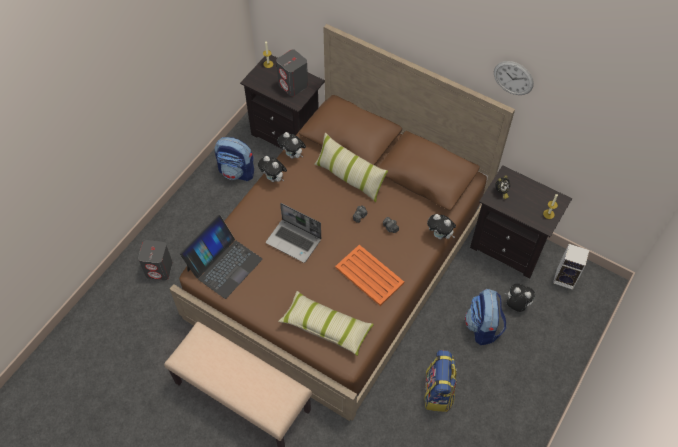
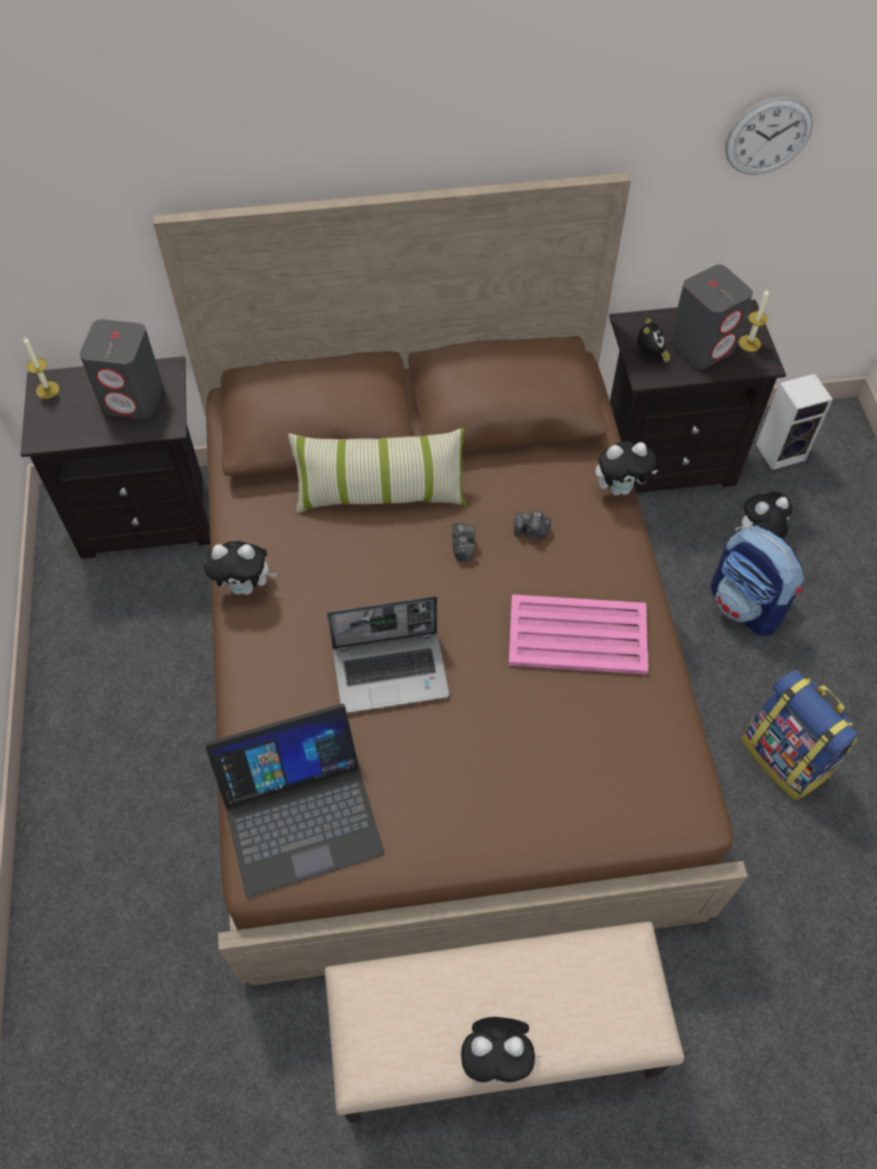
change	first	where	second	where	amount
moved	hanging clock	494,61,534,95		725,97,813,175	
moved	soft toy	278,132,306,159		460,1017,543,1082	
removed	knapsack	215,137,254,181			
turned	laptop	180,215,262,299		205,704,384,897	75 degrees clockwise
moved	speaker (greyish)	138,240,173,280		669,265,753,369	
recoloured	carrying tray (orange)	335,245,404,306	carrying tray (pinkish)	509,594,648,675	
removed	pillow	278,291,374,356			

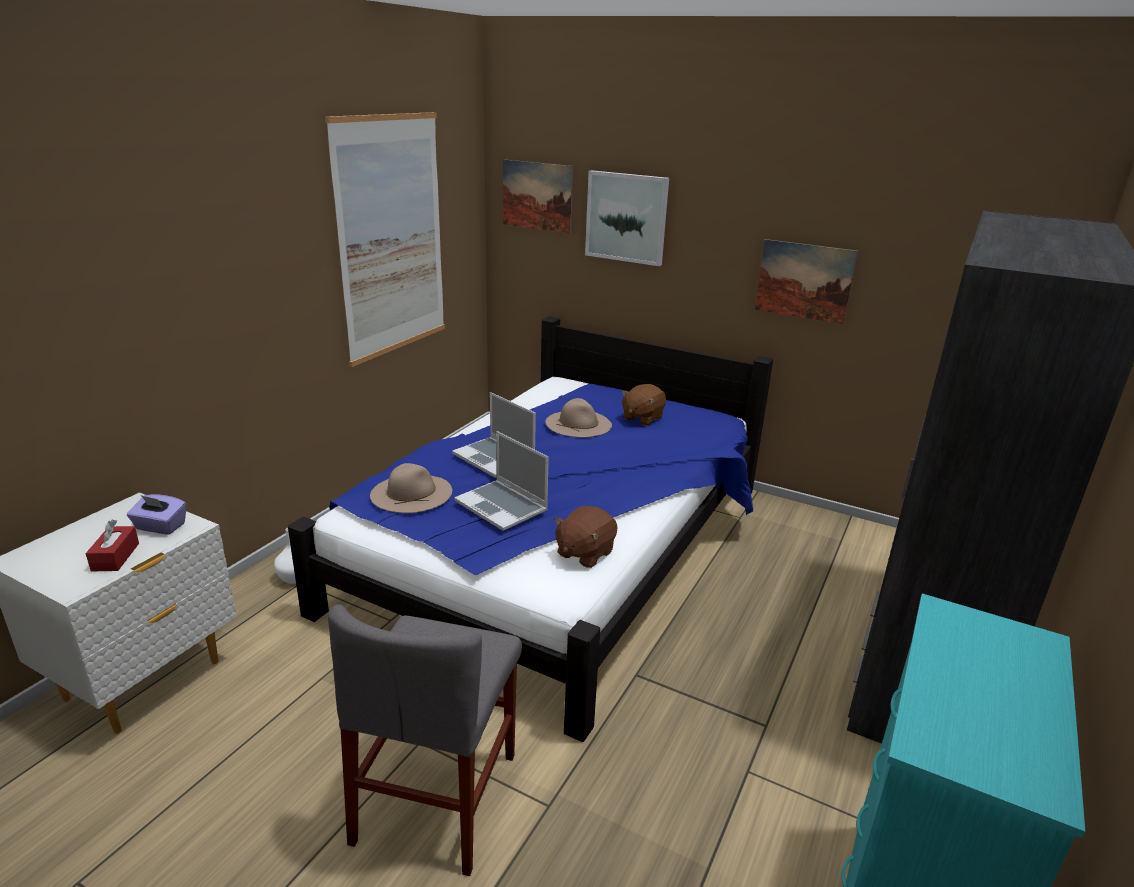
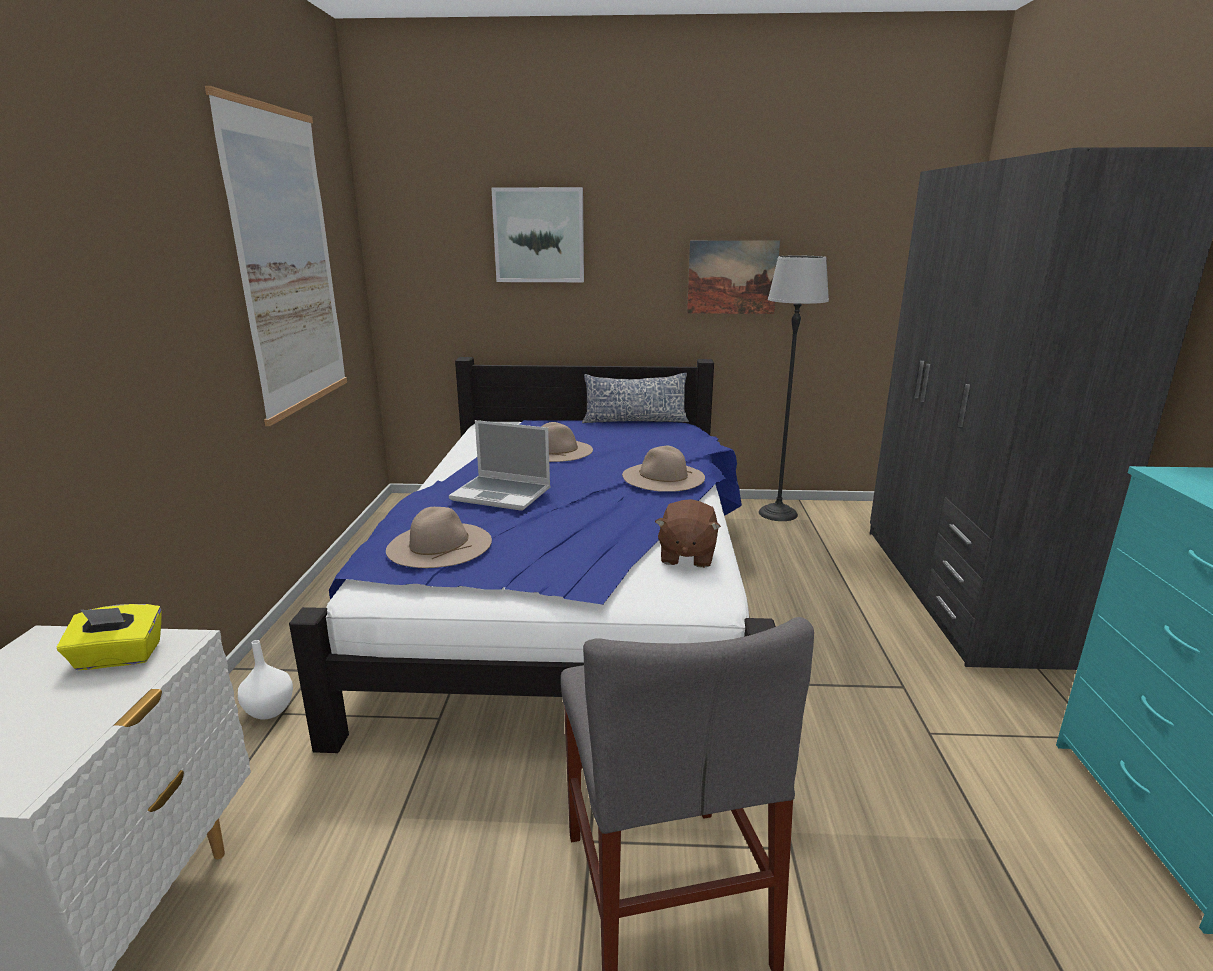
change	first	where	second	where	amount
removed	picture	503,159,573,233			
removed	soft toy (brown-coloured)	621,384,666,426			
removed	laptop	454,431,549,531			
recoloured	tissue box (purple-coloured)	127,494,186,535	tissue box (yellow)	57,604,162,670	
removed	tissue box (reddish)	85,520,139,572			
added			standing lamp	758,256,829,521	
added			pillow	582,373,689,423	
added			clothing hat (beige-coloured)	622,446,705,492	

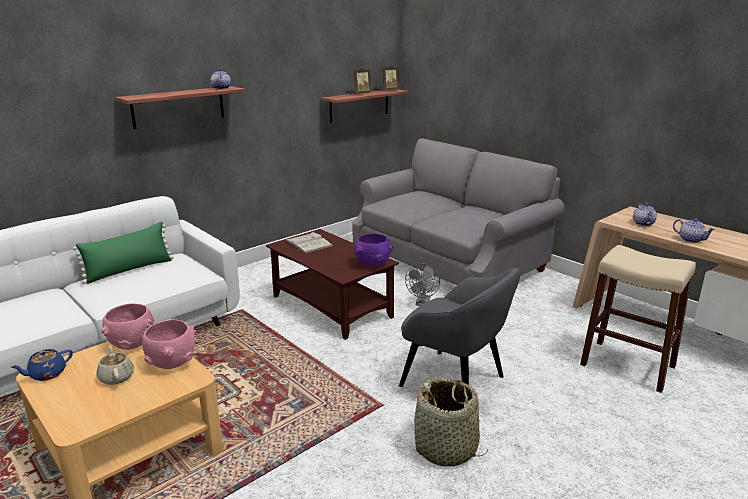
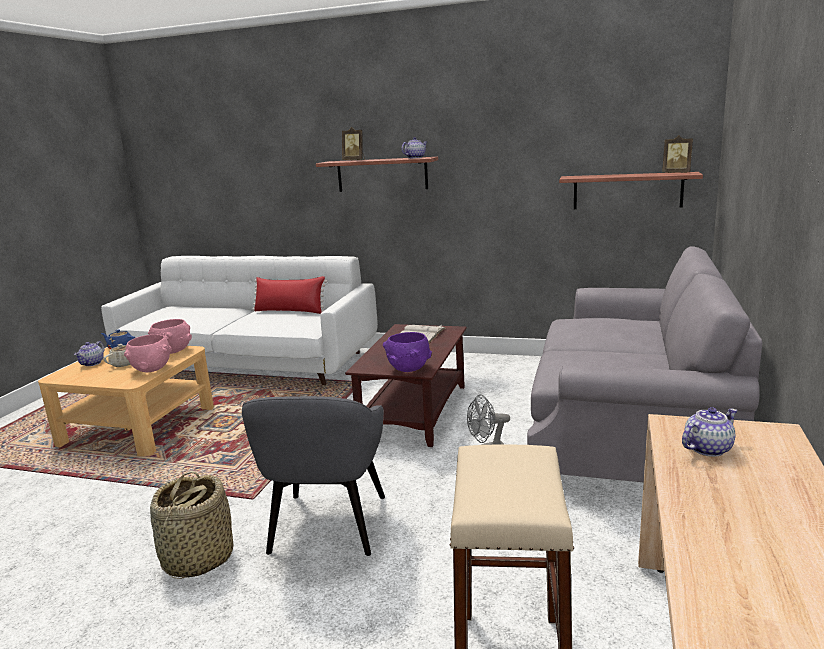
change	first	where	second	where	amount
moved	standing frame	353,67,372,94		342,127,365,160	
moved	pot for tea	673,219,715,243		74,341,105,366	
recoloured	pillow (green-coloured)	73,222,174,284	pillow (reddish)	252,276,327,314	

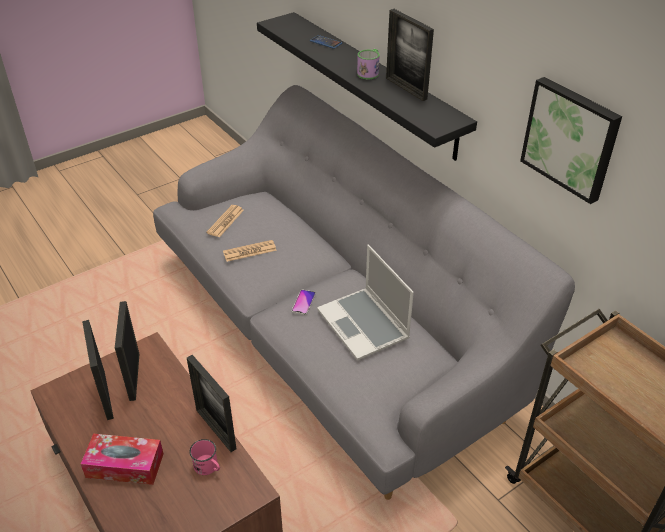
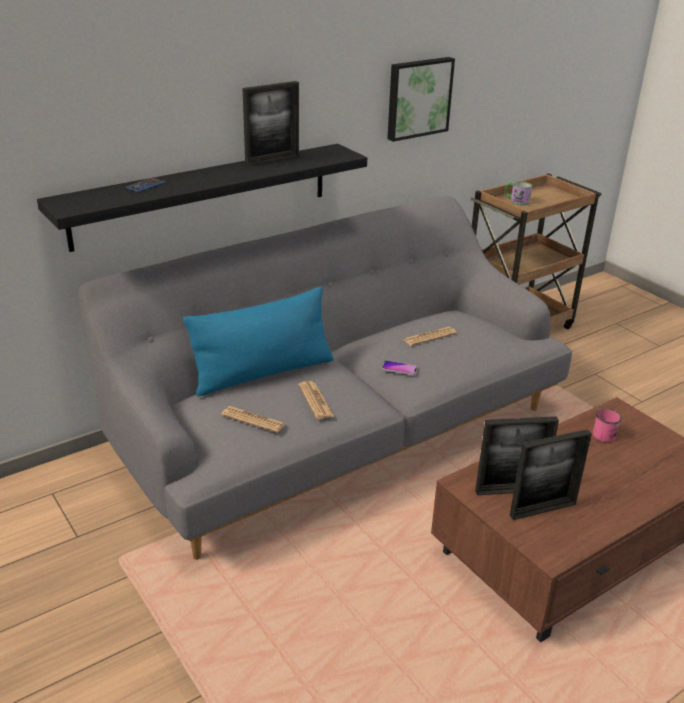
change	first	where	second	where	amount
moved	coffee mug	357,49,380,79		505,181,532,205	
replaced	laptop	317,245,414,361	newspaper	403,327,457,346	
removed	standing frame	187,355,236,452			
removed	tissue box	81,433,164,485			
added			pillow (blue-coloured)	183,286,333,396	

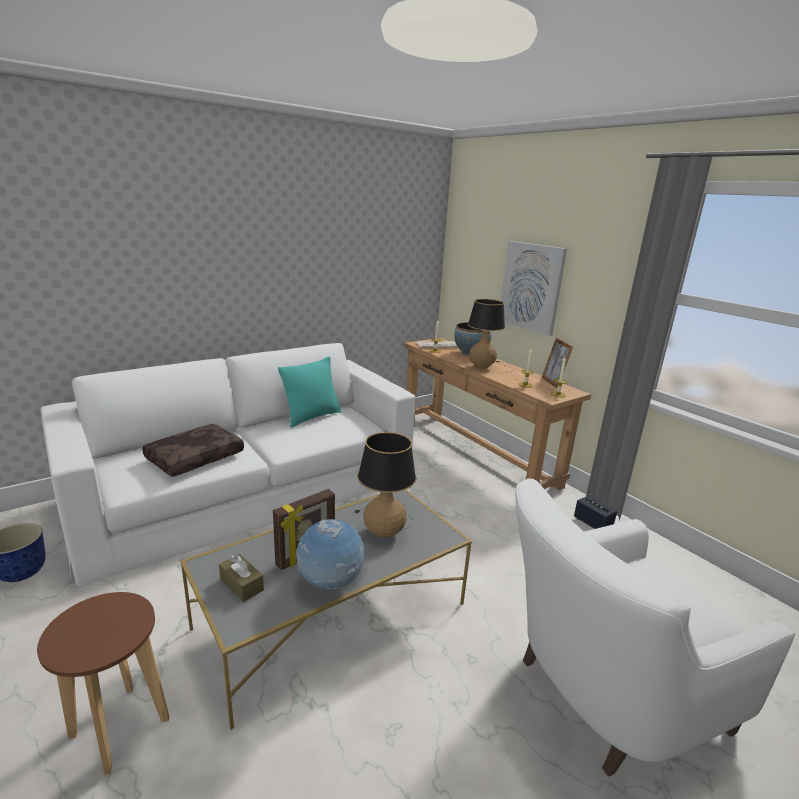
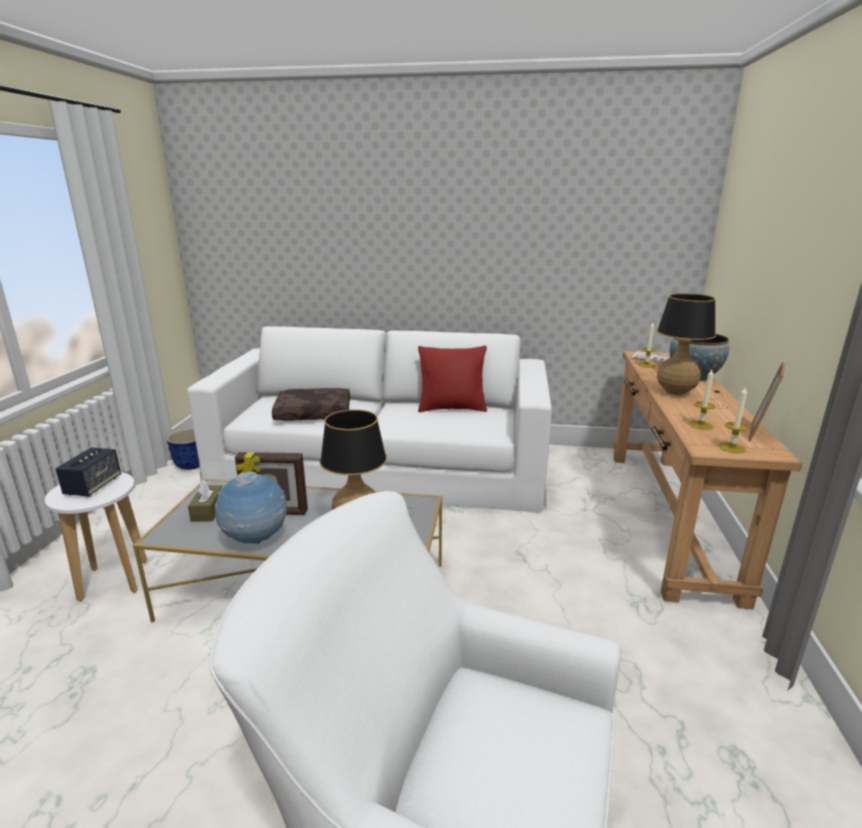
change	first	where	second	where	amount
removed	picture	501,241,567,336			
recoloured	pillow (turquoise)	278,356,342,428	pillow (reddish)	418,346,487,412	
moved	speaker	574,495,617,529		56,447,121,497	
recoloured	sitting stool (brown-coloured)	37,592,169,775	sitting stool (whitish)	45,472,147,601	

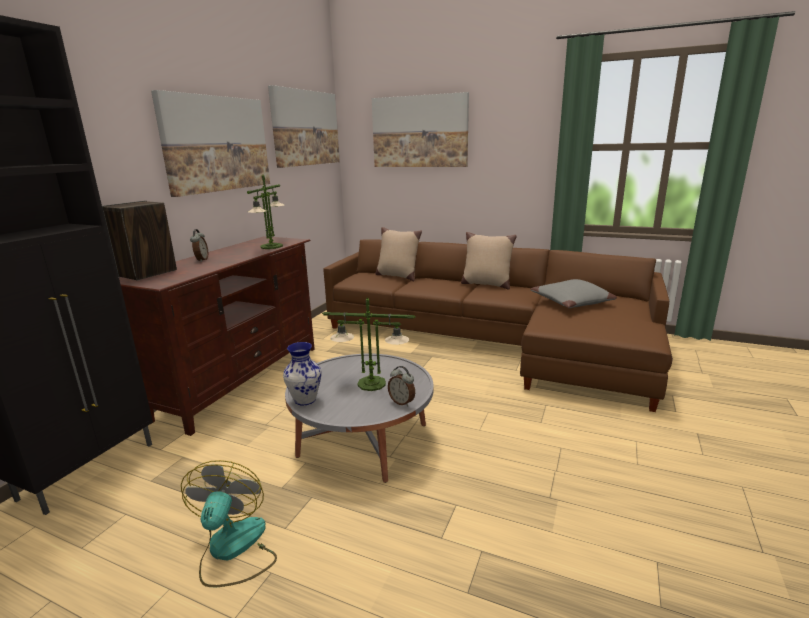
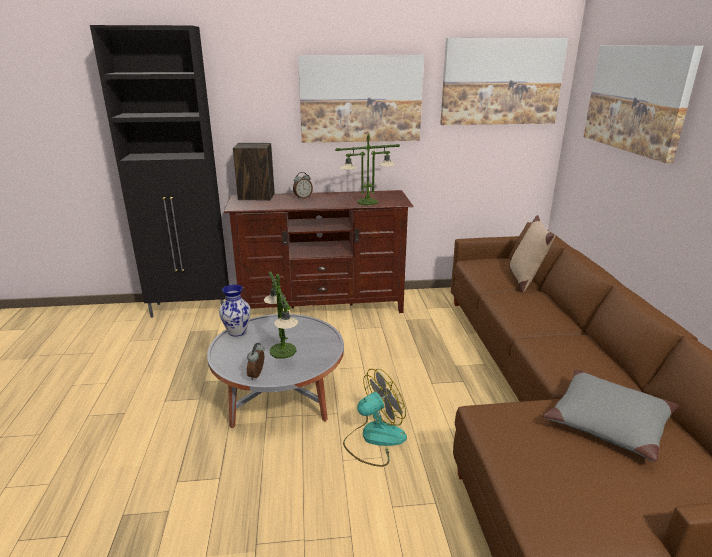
change	first	where	second	where	amount
removed	pillow (beige-coloured)	461,232,517,289			
moved	fan	181,460,277,587		343,369,407,467	

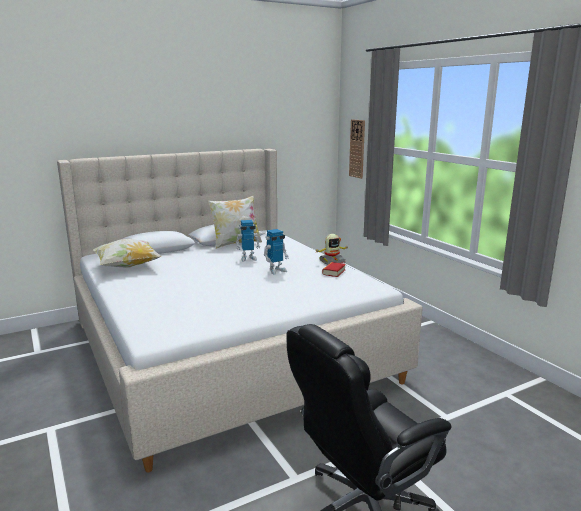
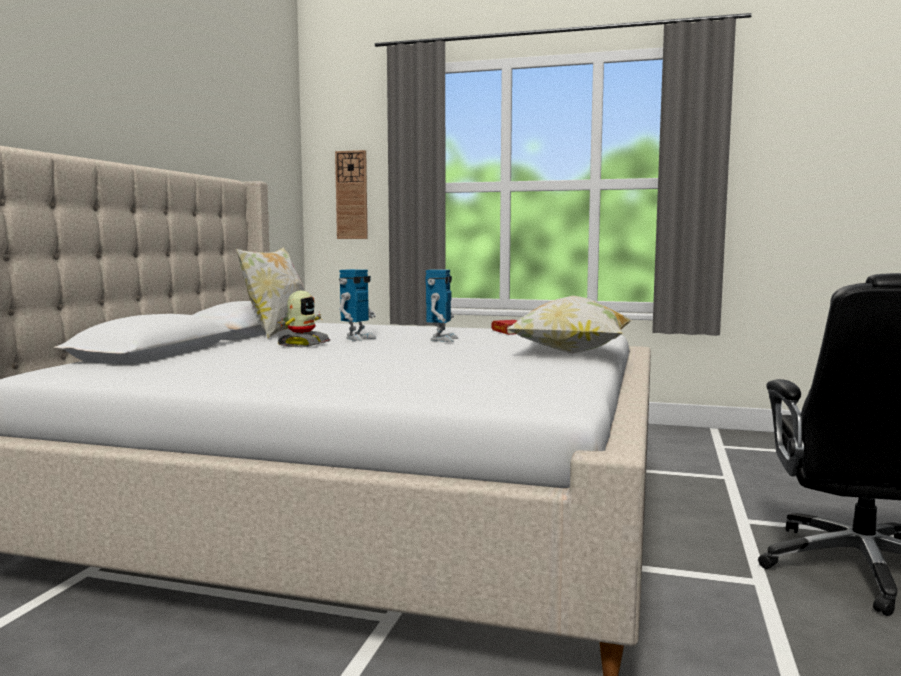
change	first	where	second	where	amount
moved	model robot	316,234,349,265		278,291,330,347	
moved	pillow	93,238,162,268		507,296,633,353	

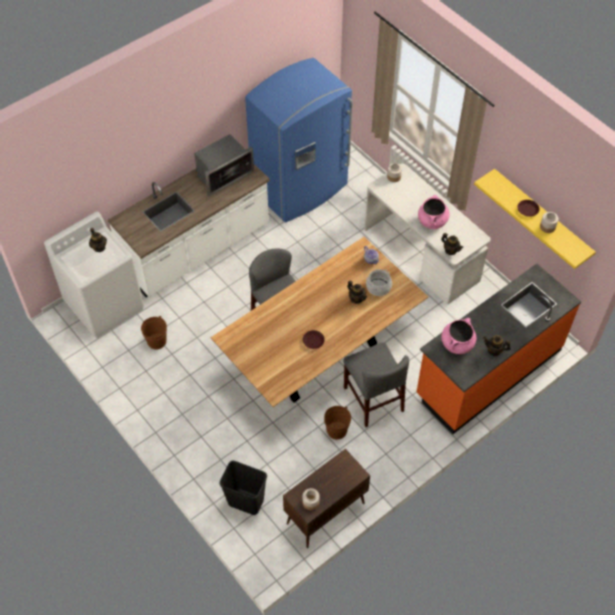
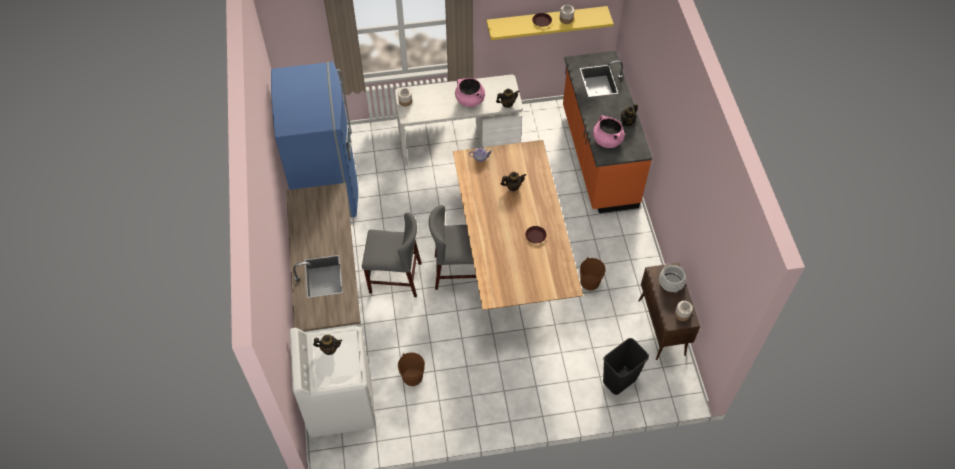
change	first	where	second	where	amount
removed	kitchen microwave	194,134,254,197			
moved	saucepot	366,269,392,296		659,264,686,292	
moved	upright chair (greyish)	343,342,409,427		362,212,421,297	

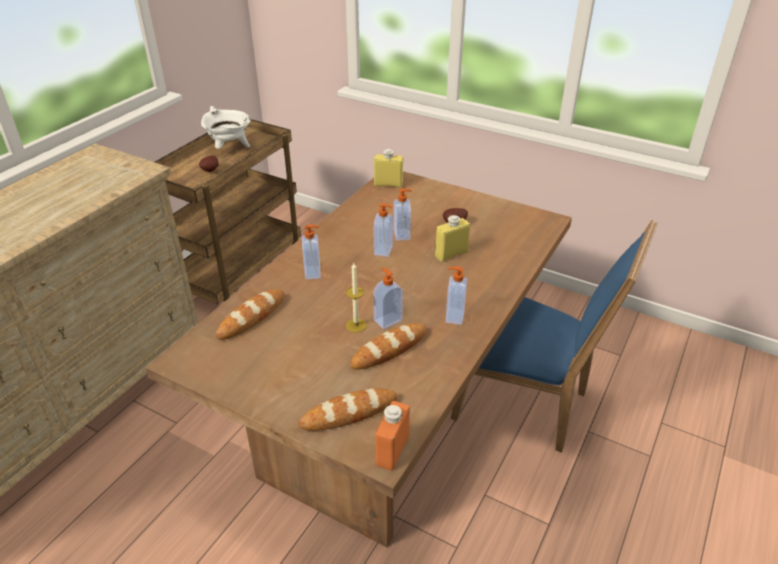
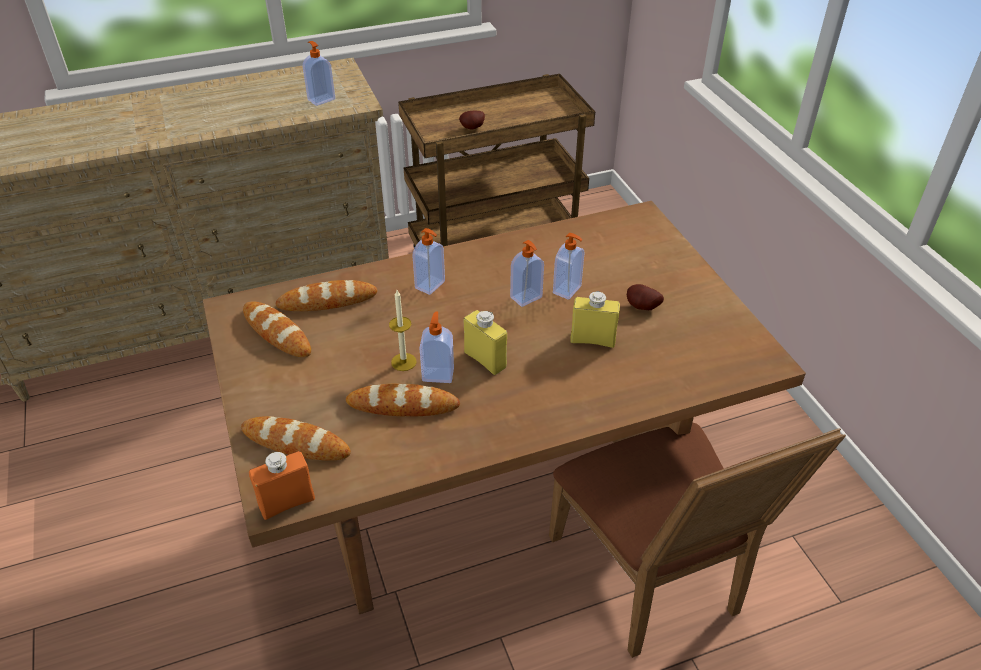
change	first	where	second	where	amount
removed	saucepot (whitish)	201,106,251,149			
moved	bottle (yellow)	374,149,403,188		464,310,507,375	
recoloured	upright chair (blue-coloured)	451,220,658,453	upright chair (brown-coloured)	549,423,846,658	
moved	liquid soap bottle	446,266,467,325		303,41,335,106	
added			baked bread	243,301,311,357	

